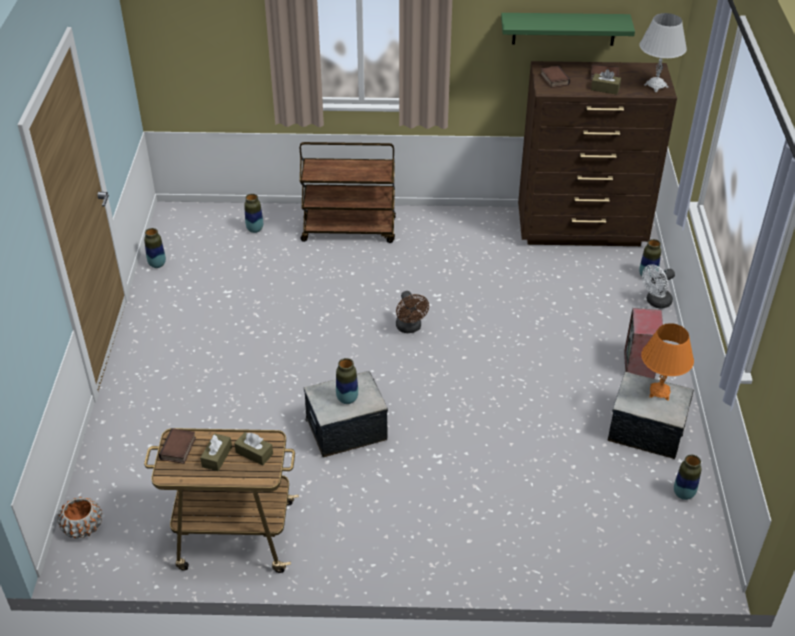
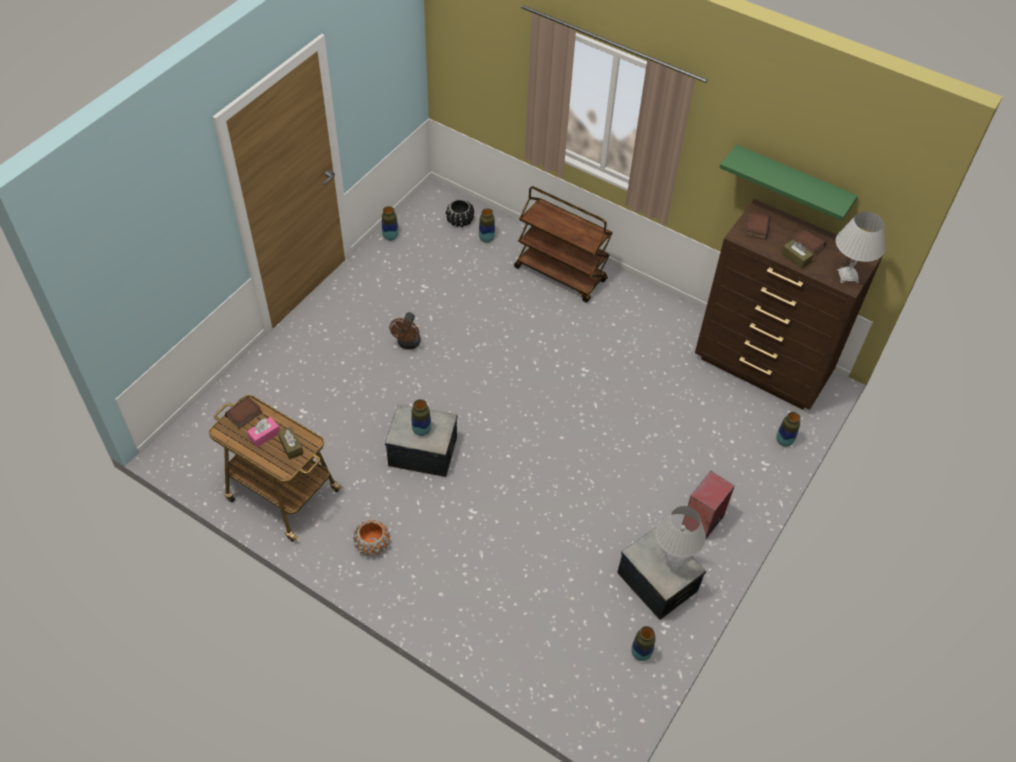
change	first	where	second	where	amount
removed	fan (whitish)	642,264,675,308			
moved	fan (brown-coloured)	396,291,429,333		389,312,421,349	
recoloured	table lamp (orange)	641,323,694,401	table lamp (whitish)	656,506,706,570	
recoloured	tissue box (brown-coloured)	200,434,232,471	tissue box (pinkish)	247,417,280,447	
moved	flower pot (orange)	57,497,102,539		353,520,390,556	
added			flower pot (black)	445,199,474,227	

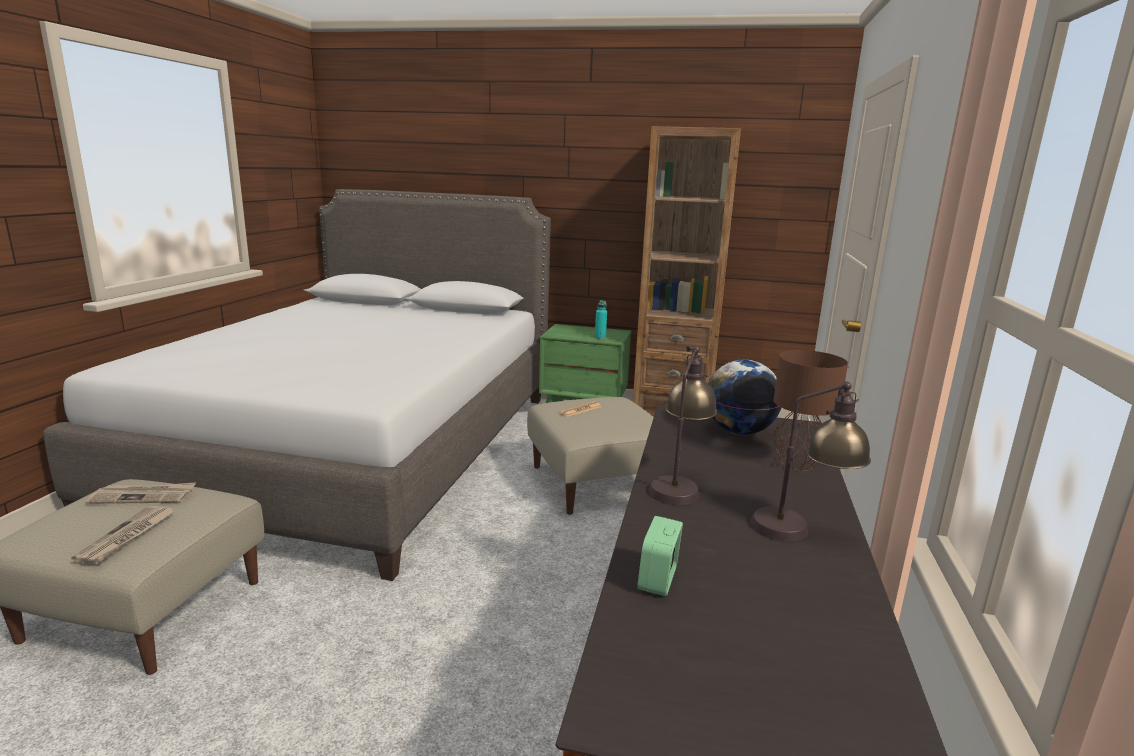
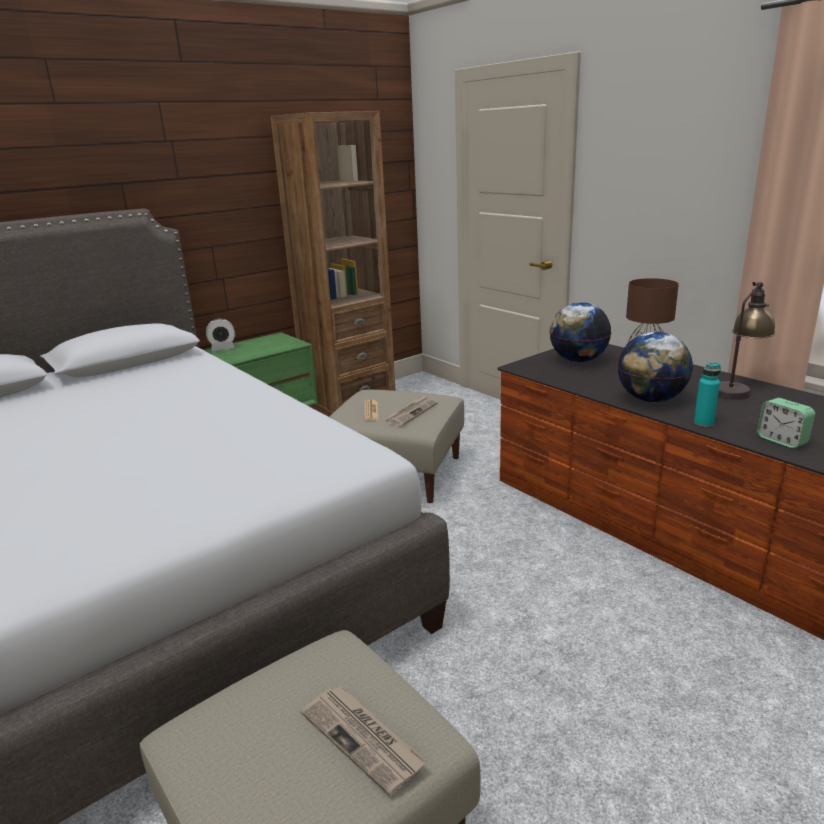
change	first	where	second	where	amount
moved	bottle (turquoise)	595,300,607,339		694,363,721,427	
replaced	table lamp	649,346,717,505	desk globe	618,332,693,402	
moved	newspaper	85,483,196,504		384,395,437,426	
added			alarm clock	206,318,235,351	

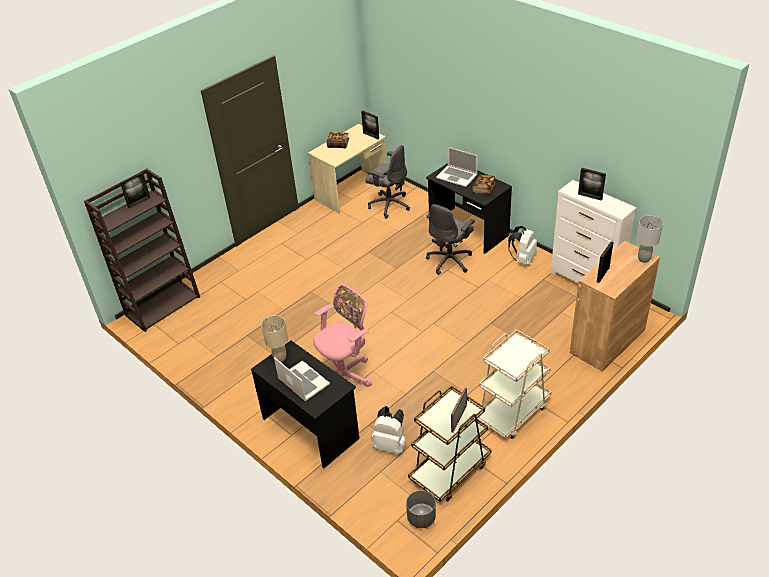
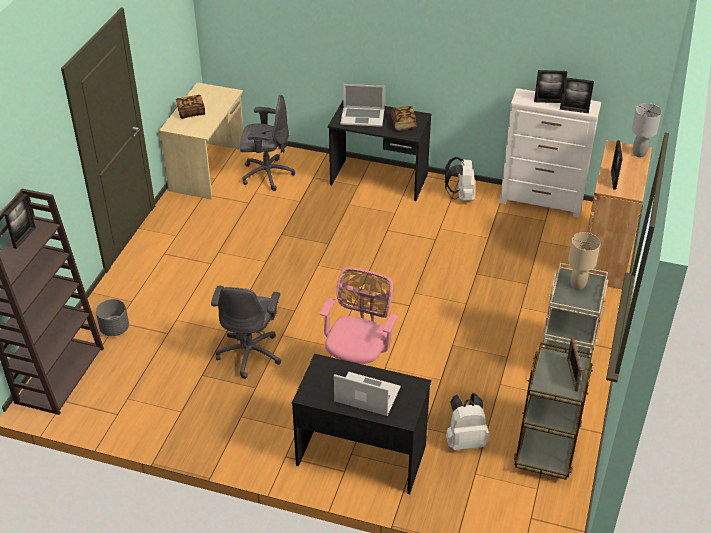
change	first	where	second	where	amount
moved	standing frame	361,110,379,139		560,77,594,113	
moved	desk chair (greyish)	426,204,475,275		211,286,281,379	
moved	table lamp (beige-coloured)	261,316,288,362		568,232,601,290	
moved	flower pot (greyish)	406,490,436,528		96,299,129,336	

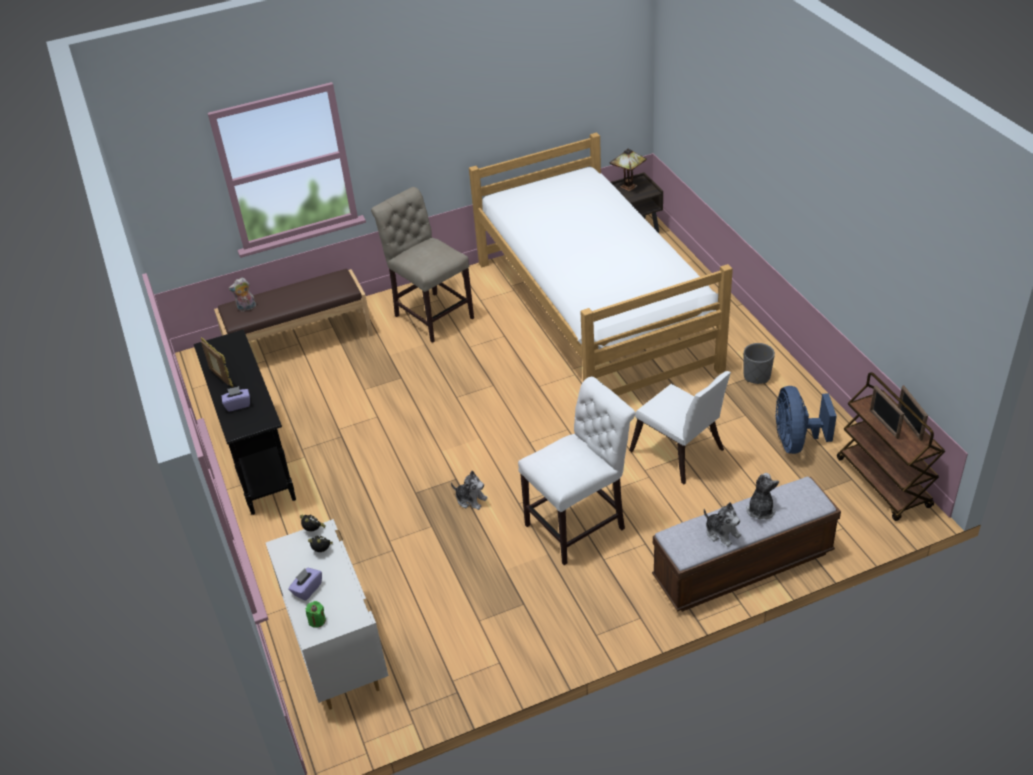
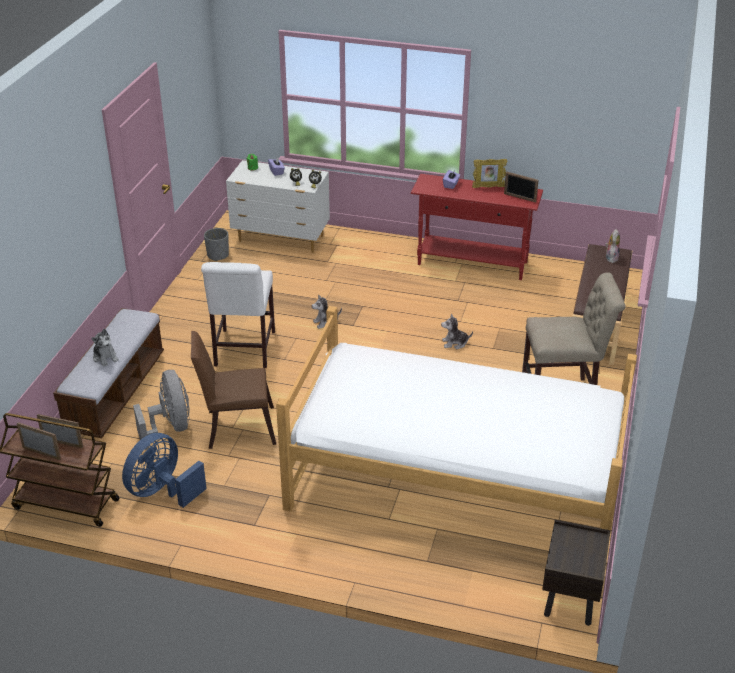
change	first	where	second	where	amount
removed	table lamp	610,149,647,191			
recoloured	console table (black)	194,330,296,515	console table (reddish)	411,174,543,280	
moved	flower pot (greyish)	744,343,775,384		204,228,229,261	
recoloured	upright chair (whitish)	629,371,731,484	upright chair (brown-coloured)	191,331,276,449	
turned	fan (blue-coloured)	775,386,837,454		122,433,207,508	90 degrees counterclockwise
moved	soft toy	704,502,741,547		441,314,473,349	
added			standing frame	504,171,539,203	
added			fan (greyish)	133,370,190,449	

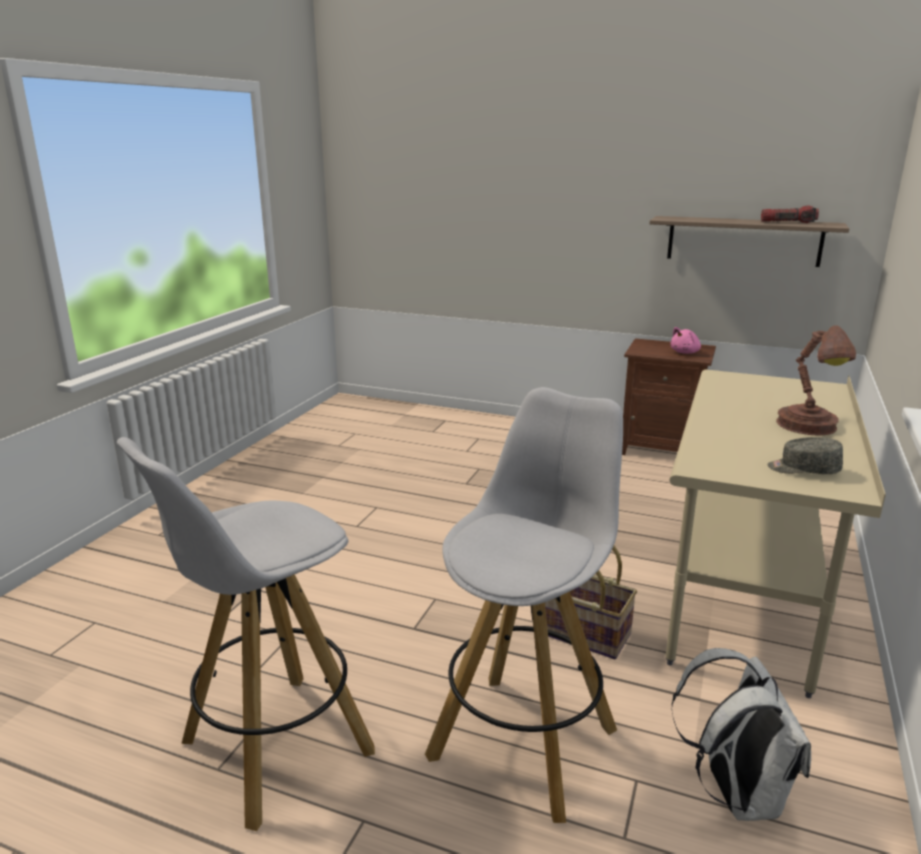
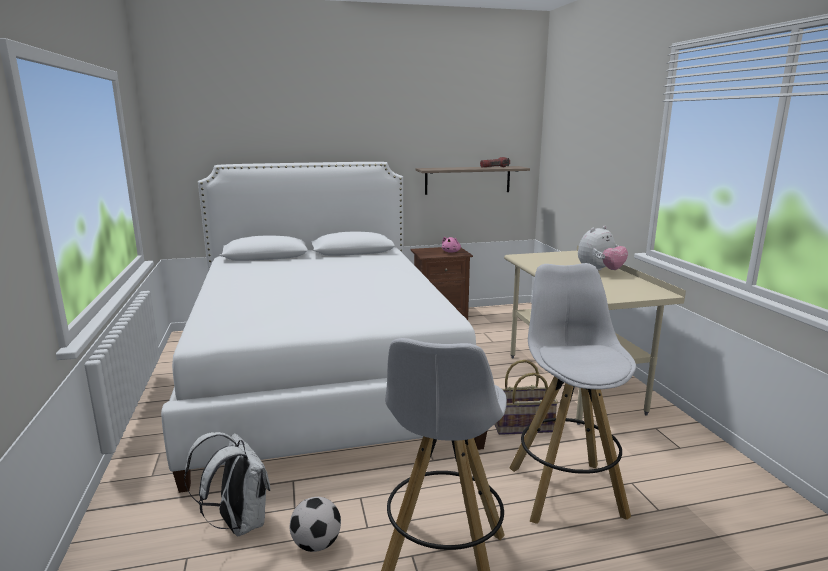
change	first	where	second	where	amount
replaced	table lamp (brown-coloured)	776,325,856,436	soft toy	578,226,628,271	
removed	cap (greyish)	768,437,843,474			
moved	knapsack (whitish)	671,648,811,821		184,432,270,537	
added			bedroom bed (whitish)	161,162,488,493	
added			football ball	290,497,341,552	

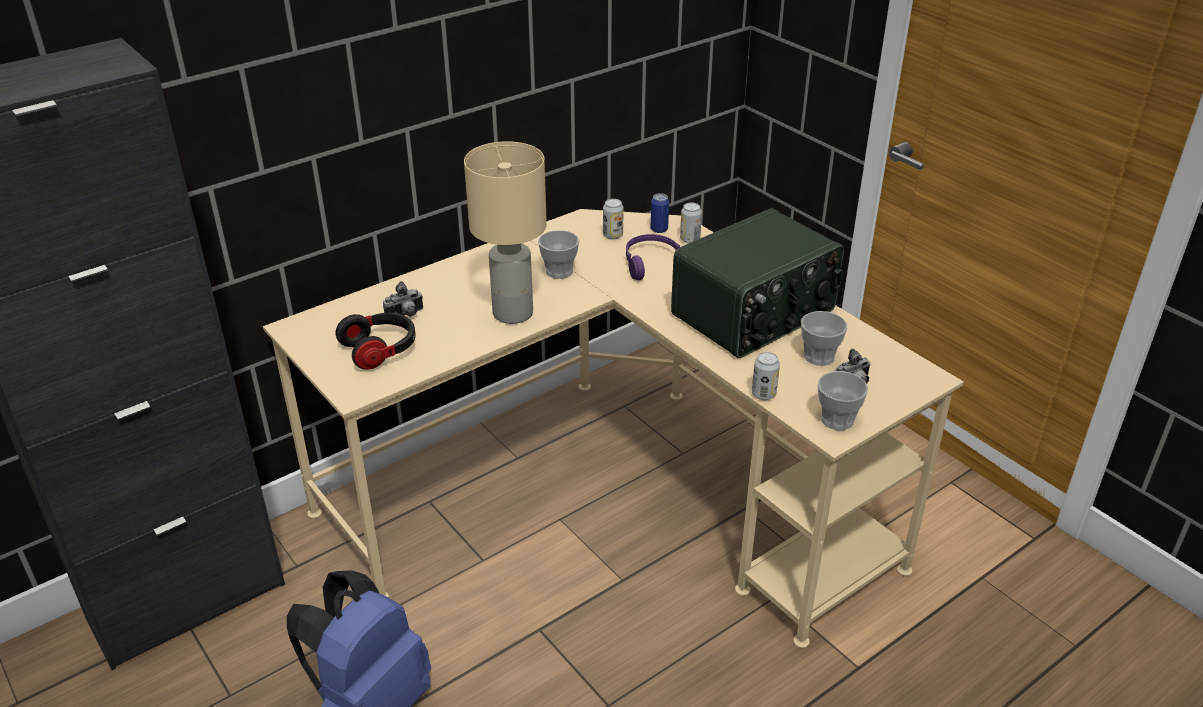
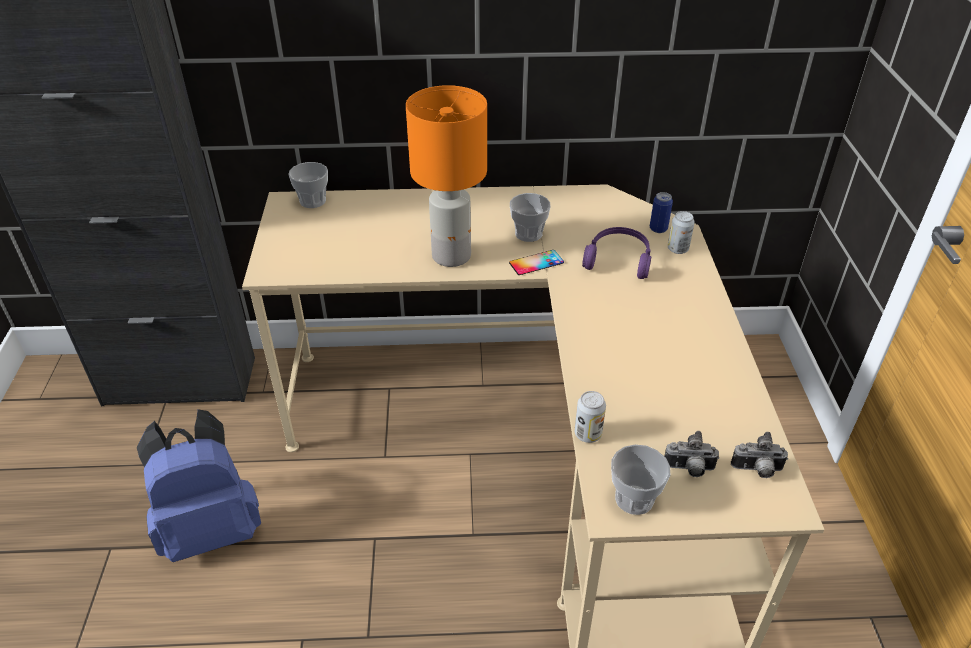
change	first	where	second	where	amount
recoloured	table lamp (beige-coloured)	464,141,547,324	table lamp (orange)	406,85,487,267	
removed	metal can	603,199,624,239			
removed	radio receiver	671,208,844,358			
moved	photo camera	383,281,423,316		731,432,788,478	
moved	small cup	801,311,847,366		288,162,328,208	
removed	pair of headphones	336,313,416,370			
added			handset	509,250,564,275	

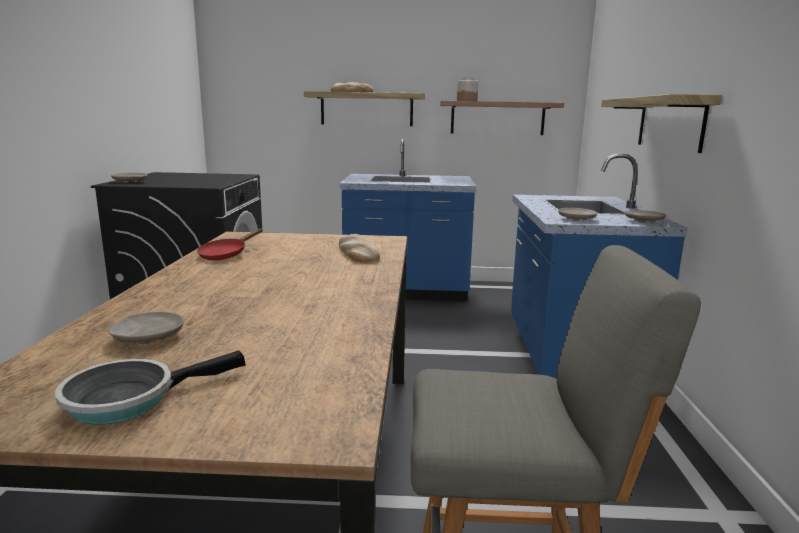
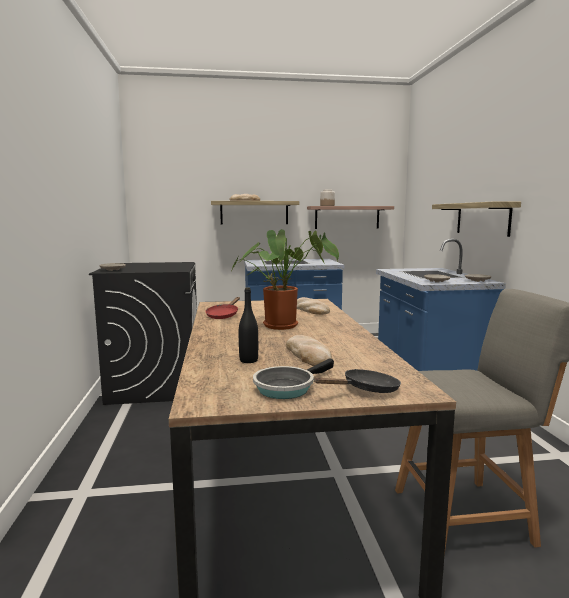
change	first	where	second	where	amount
replaced	plate (beige-coloured)	109,312,184,344	bottle (black)	239,287,258,363	
added			houseplant	232,229,339,330	
added			baked bread	286,335,332,366	
added			pan (black)	314,369,401,393	

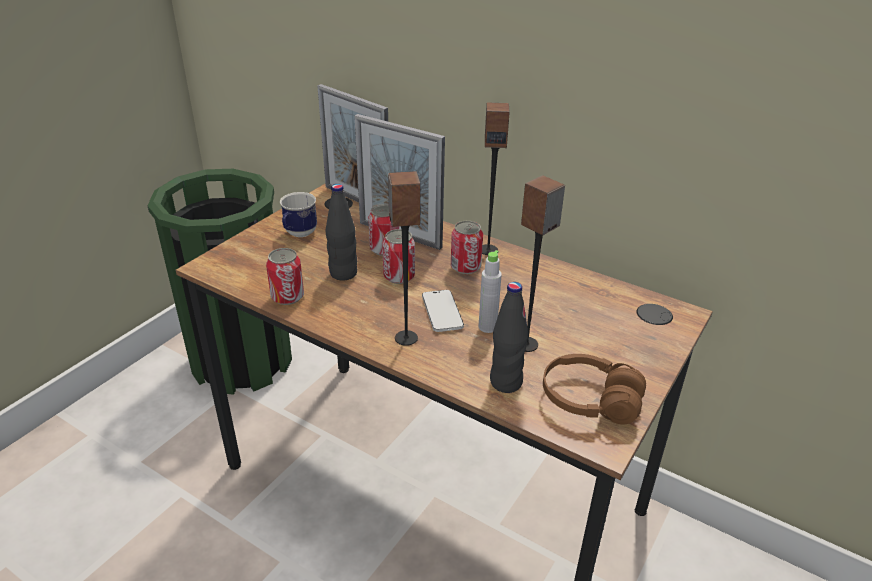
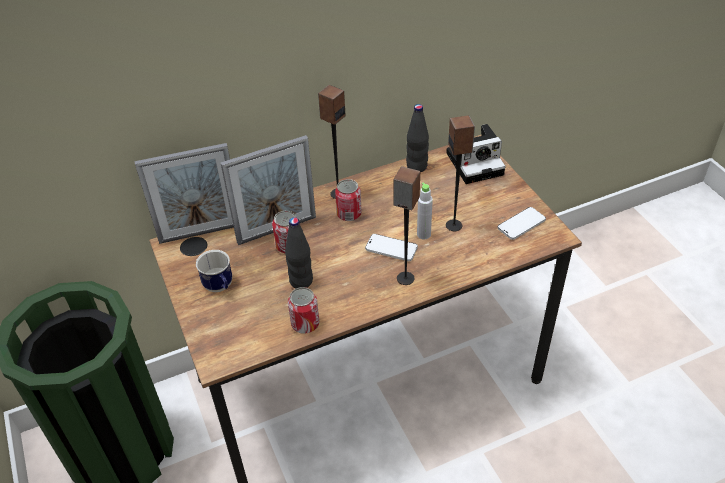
change	first	where	second	where	amount
removed	metal can	382,229,415,284			
moved	bottle (black)	490,282,528,393		406,104,429,172	
replaced	pair of headphones (brown-coloured)	543,354,646,424	handset	498,207,546,240	
added			photo camera	446,124,506,184	

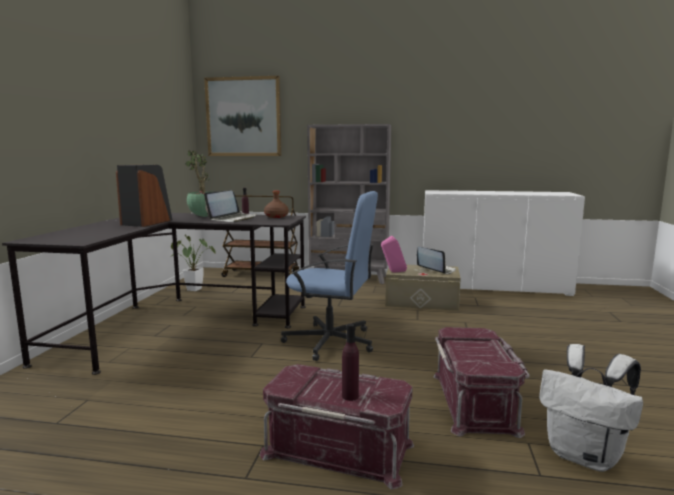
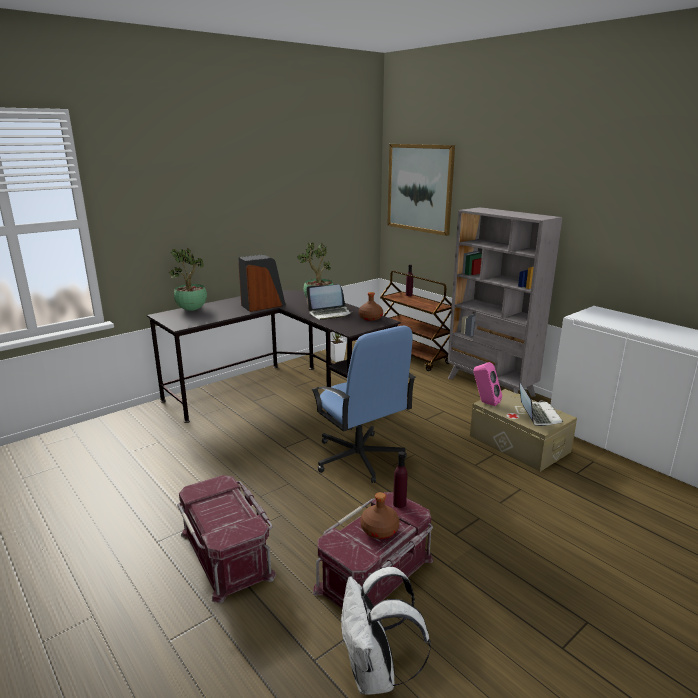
change	first	where	second	where	amount
moved	bottle (purple-coloured)	342,324,359,401		393,452,407,508	
added			houseplant	169,248,207,311	
added			bottle (brown-coloured)	361,492,400,539	

